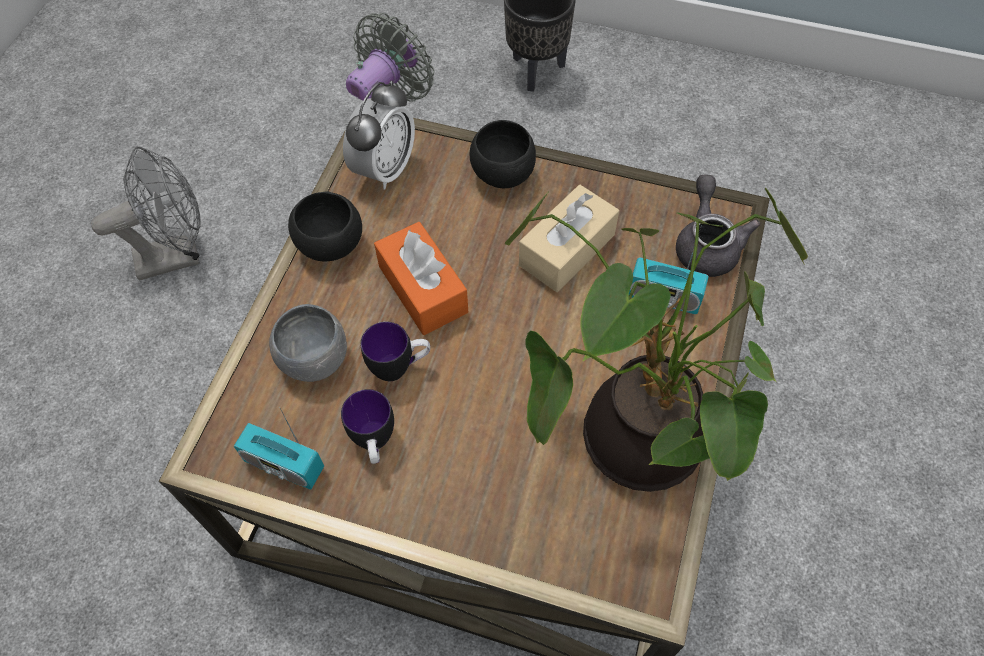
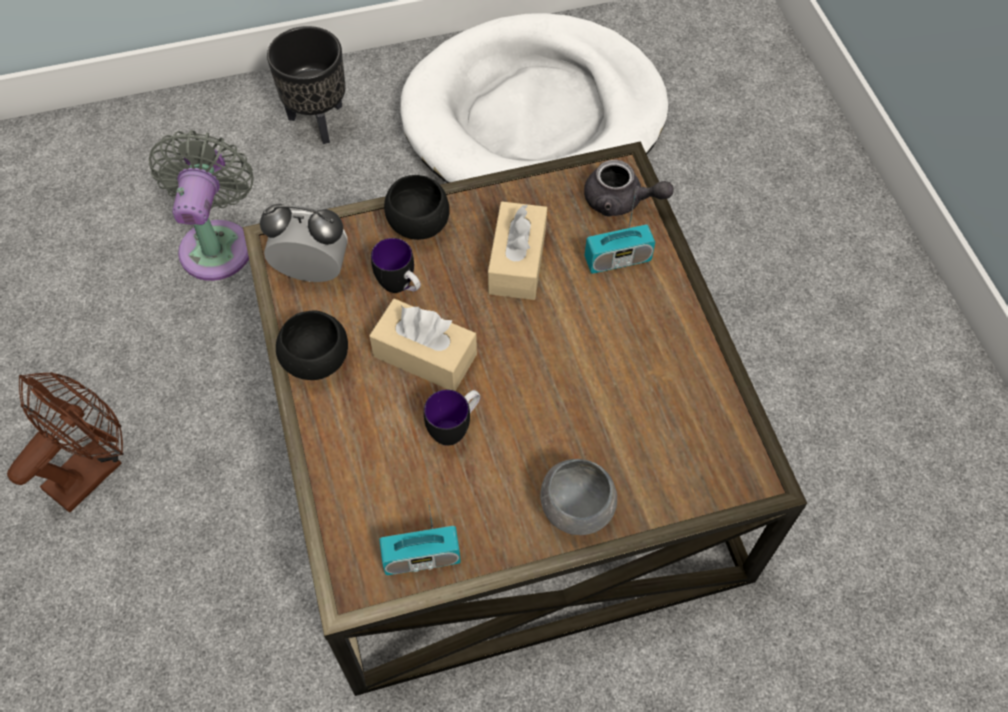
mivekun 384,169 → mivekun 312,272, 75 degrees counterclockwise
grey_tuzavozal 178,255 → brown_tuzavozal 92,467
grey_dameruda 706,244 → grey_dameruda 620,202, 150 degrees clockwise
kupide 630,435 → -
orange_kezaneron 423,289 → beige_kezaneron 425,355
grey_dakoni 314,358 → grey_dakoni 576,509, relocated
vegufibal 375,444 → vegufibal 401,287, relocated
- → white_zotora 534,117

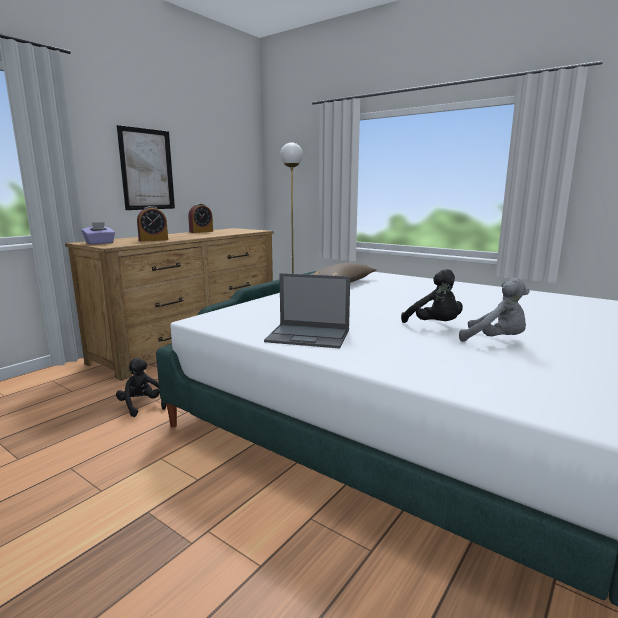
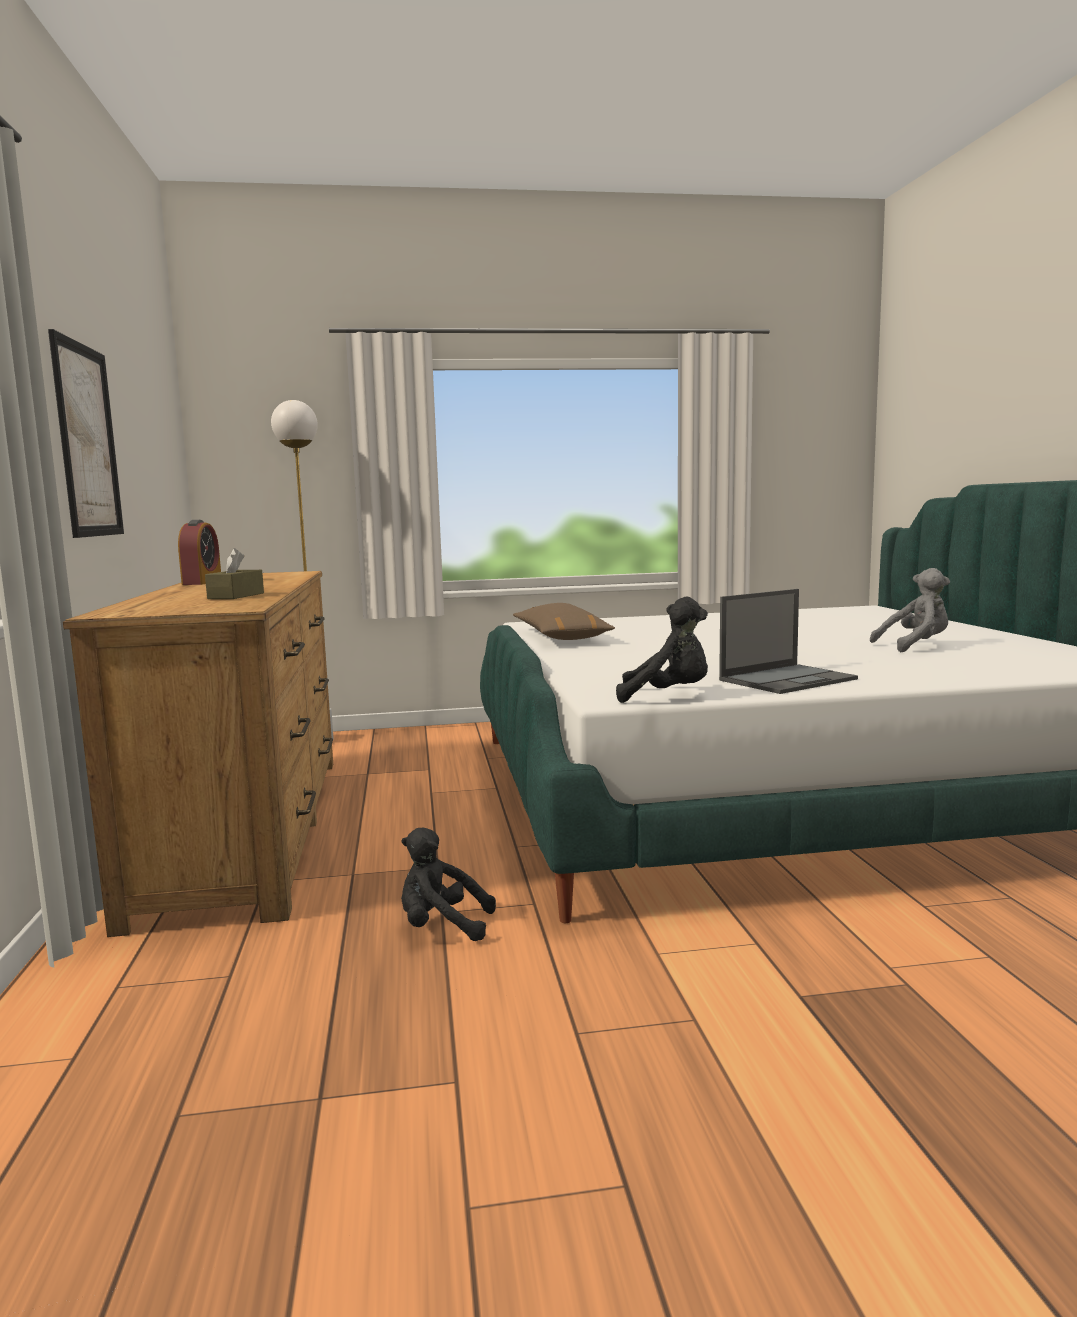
mivekun 153,240 → brown_kezaneron 236,596
purple_kezaneron 100,243 → -
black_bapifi 434,326 → black_bapifi 668,696, relocated

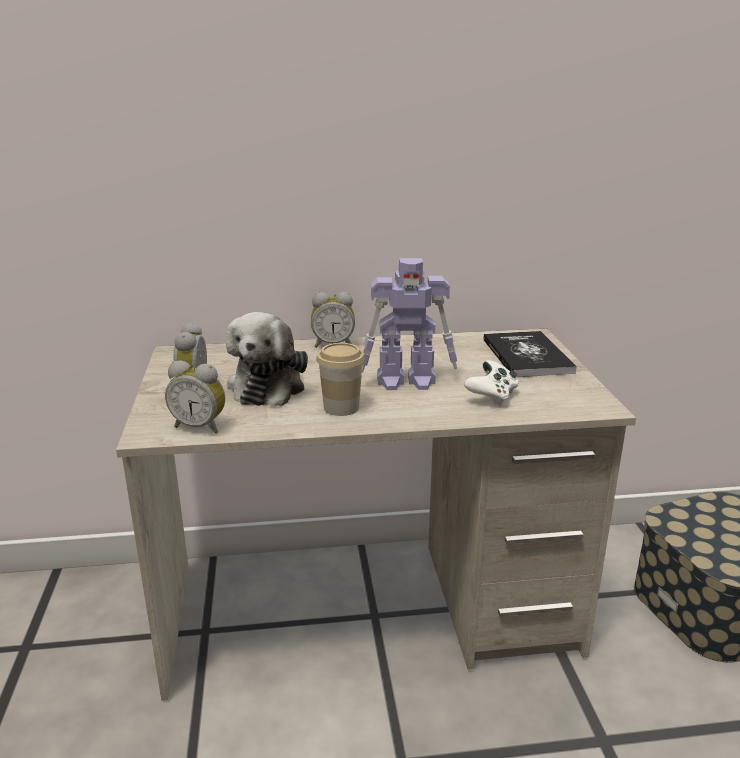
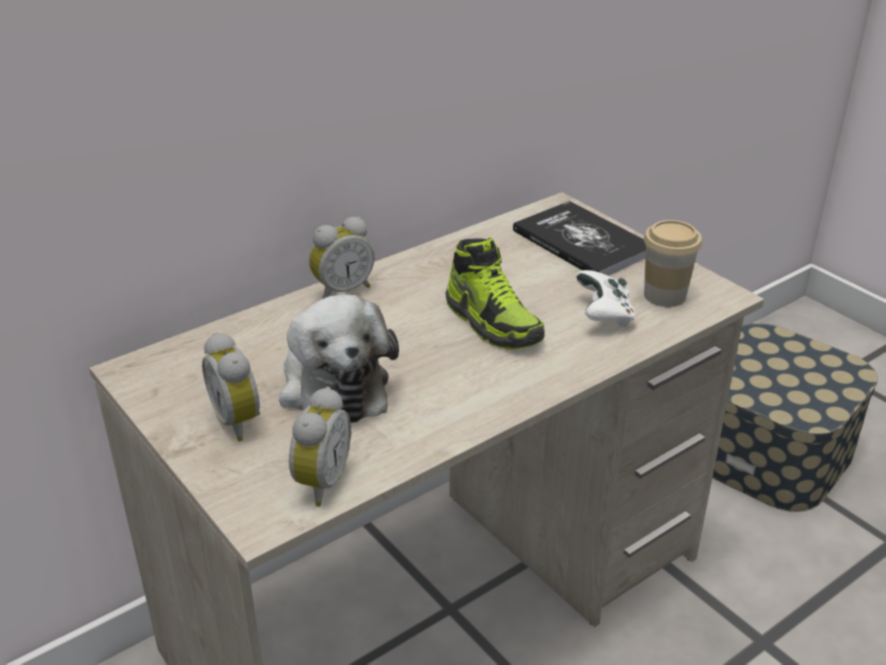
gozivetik 408,381 → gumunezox 493,323
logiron 341,407 → logiron 664,295, relocated
mivekun 200,426 → mivekun 319,482, 60 degrees counterclockwise

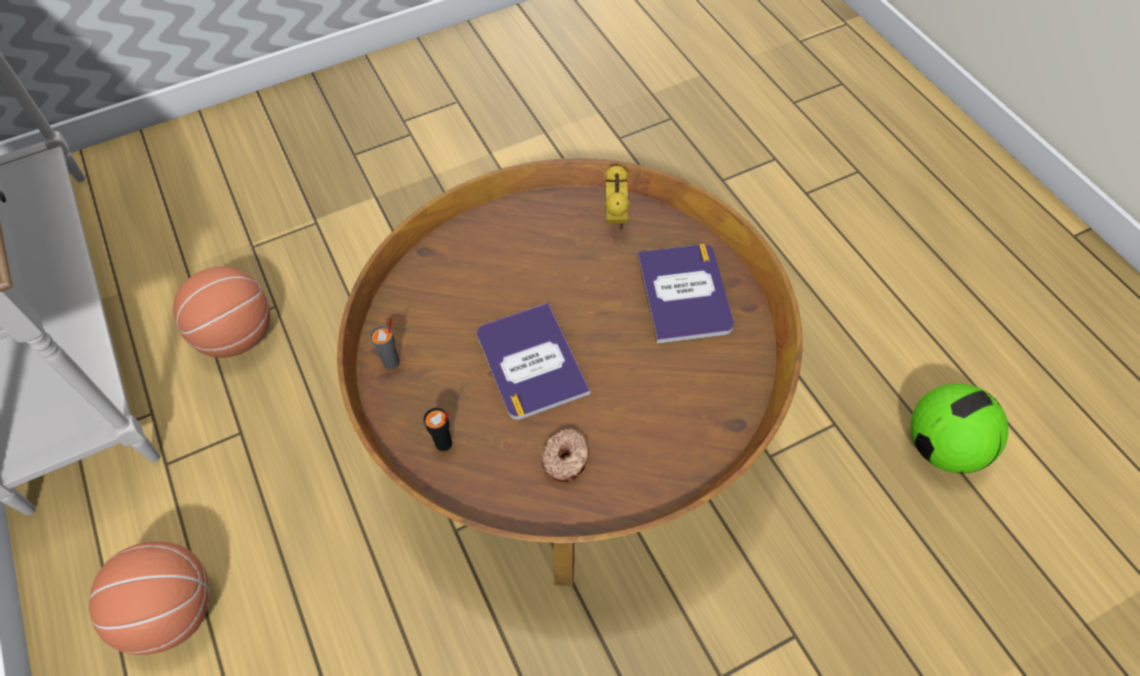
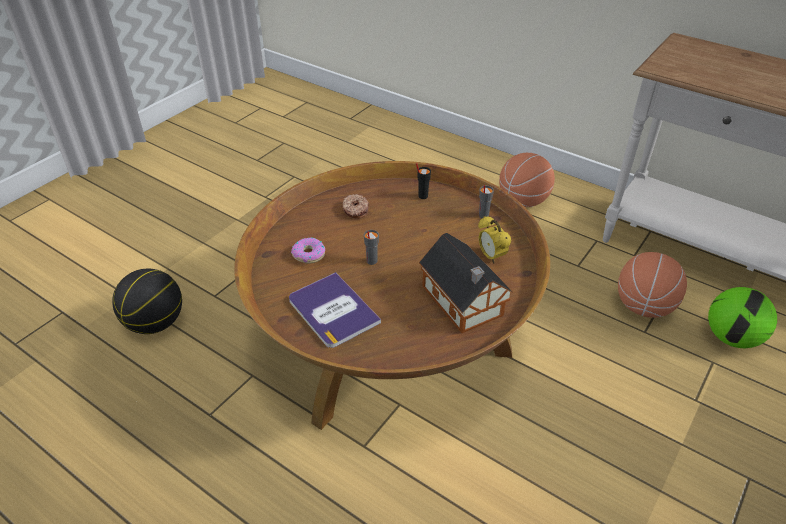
mivekun 616,219 → mivekun 491,257, relocated
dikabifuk 531,362 → -
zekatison 944,447 → zekatison 731,338, relocated
- → grey_logiron 371,261
- → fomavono 463,303
- → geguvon 309,254
- → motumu 155,323

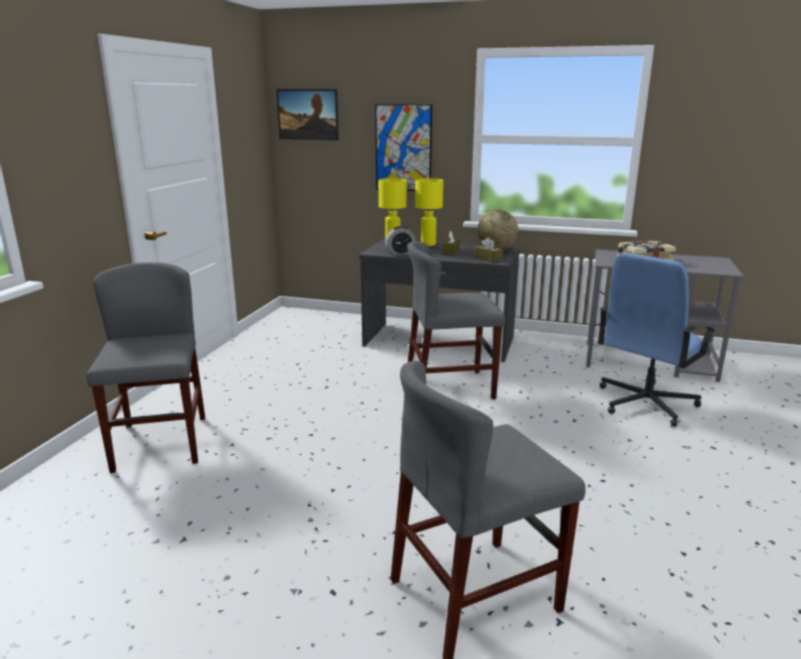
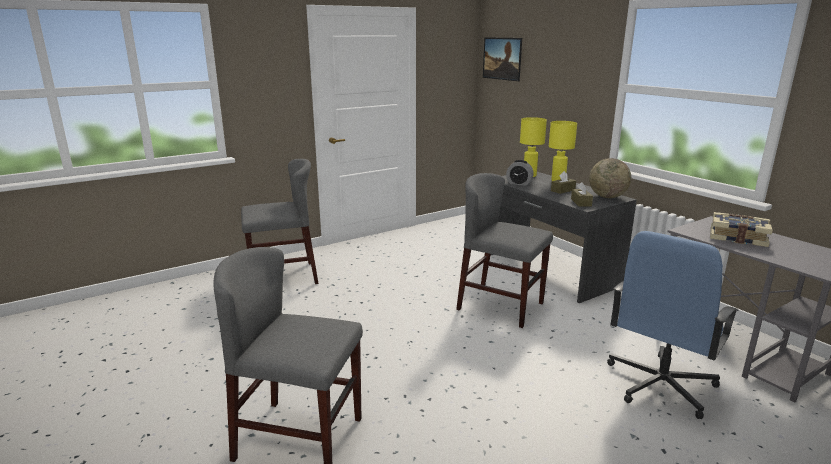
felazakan 403,148 → -
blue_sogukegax 644,403 → blue_sogukegax 659,385, 45 degrees counterclockwise
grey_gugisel 161,443 → grey_gugisel 283,276, 45 degrees clockwise

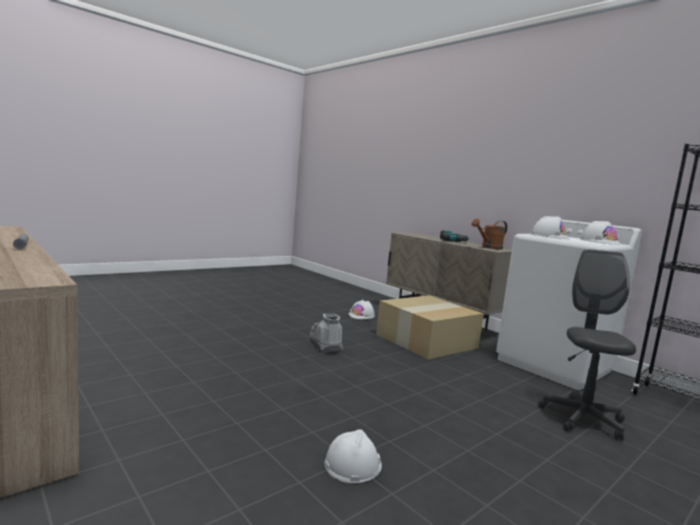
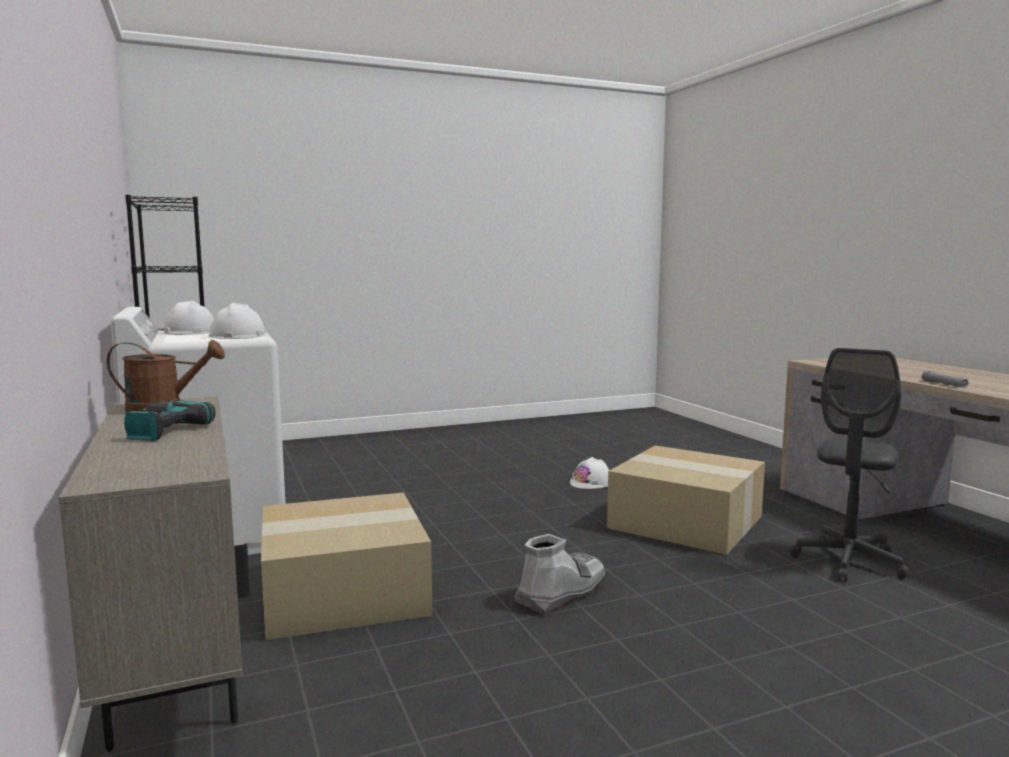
grey_sogukegax 582,419 → grey_sogukegax 848,562, relocated
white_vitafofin 361,315 → -
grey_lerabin 325,343 → grey_lerabin 560,593, 135 degrees counterclockwise
- → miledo 688,521

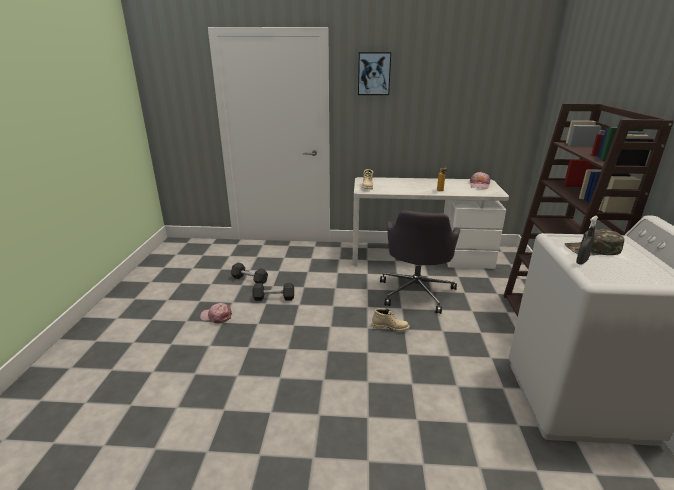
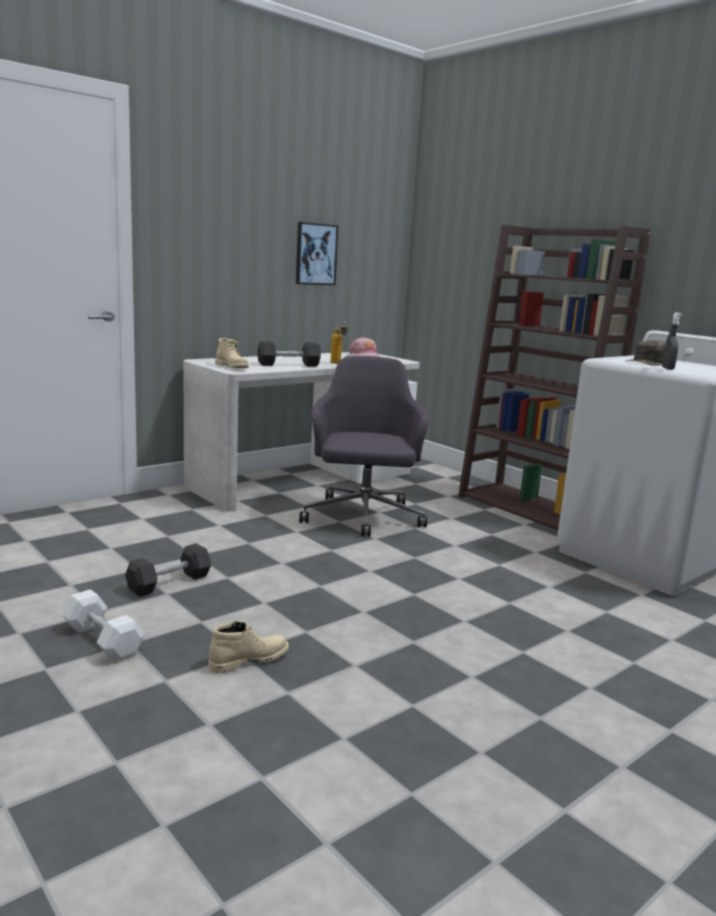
felazakan 374,74 → felazakan 315,254, relocated
grey_sogukegax 416,291 → grey_sogukegax 363,517, 150 degrees counterclockwise
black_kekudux 249,279 → black_kekudux 288,365, relocated
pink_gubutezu 216,316 → white_kekudux 103,640
beige_lerabin 390,327 → beige_lerabin 248,660, relocated

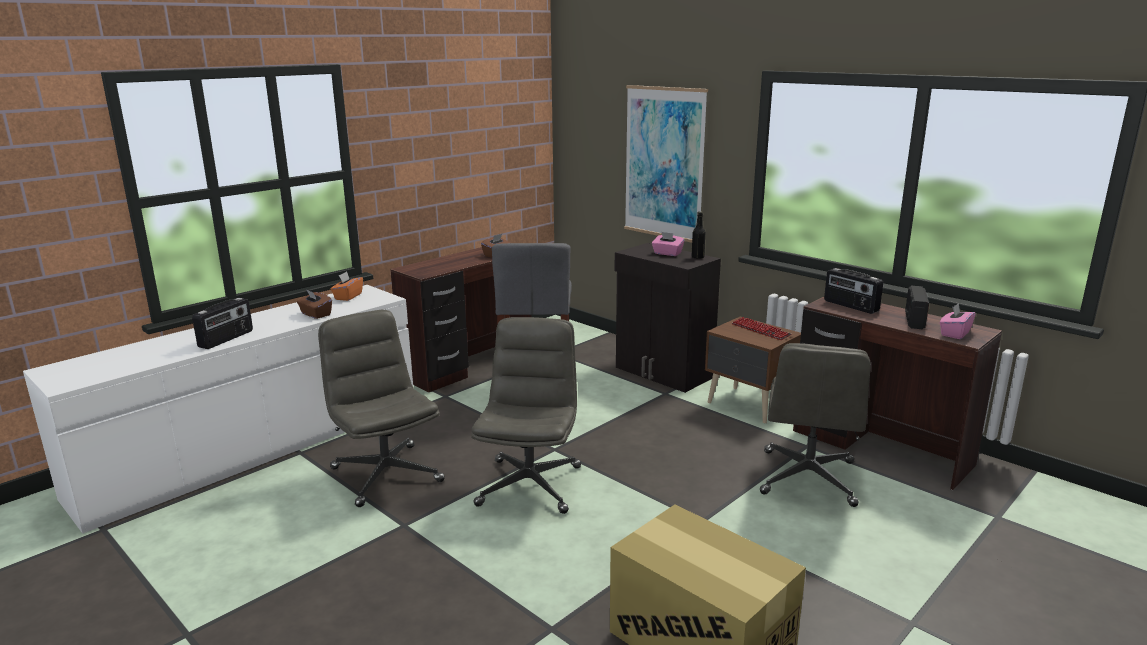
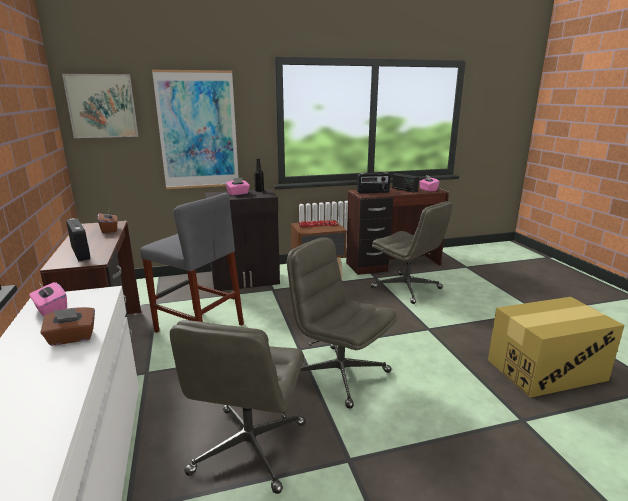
orange_kezaneron 348,296 → pink_kezaneron 51,310
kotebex 226,339 → kotebex 81,253, relocated
grey_sogukegax 386,474 → grey_sogukegax 249,449, 75 degrees counterclockwise
- → felazakan 102,106

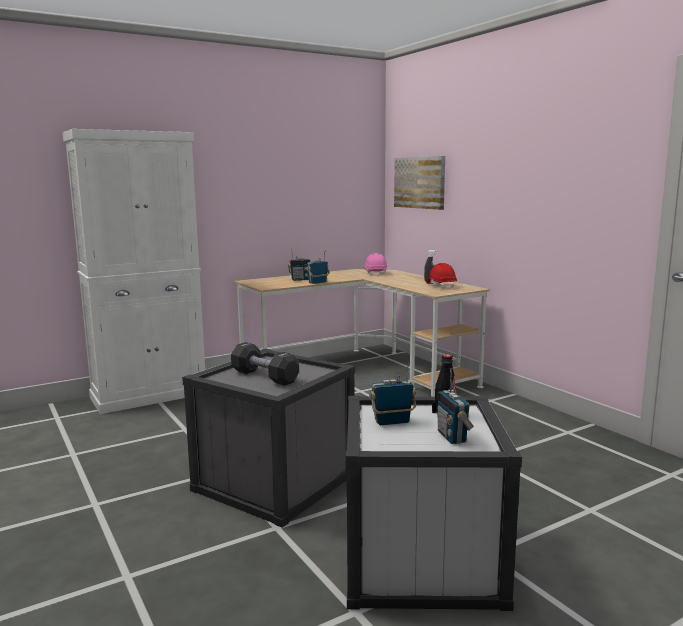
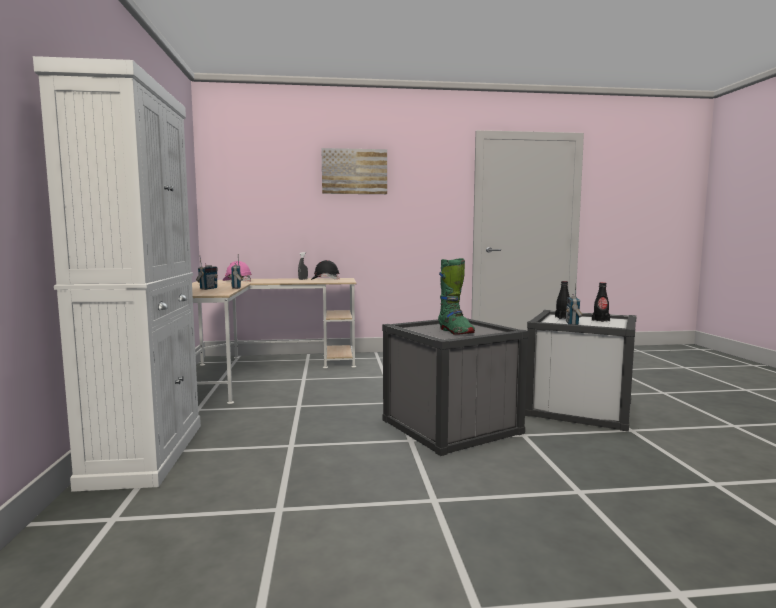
felazakan 420,182 → felazakan 354,171, relocated
red_vitafofin 441,286 → black_vitafofin 325,279
black_kekudux 265,377 → green_lerabin 455,332
kotebex 452,437 → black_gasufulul 600,320

